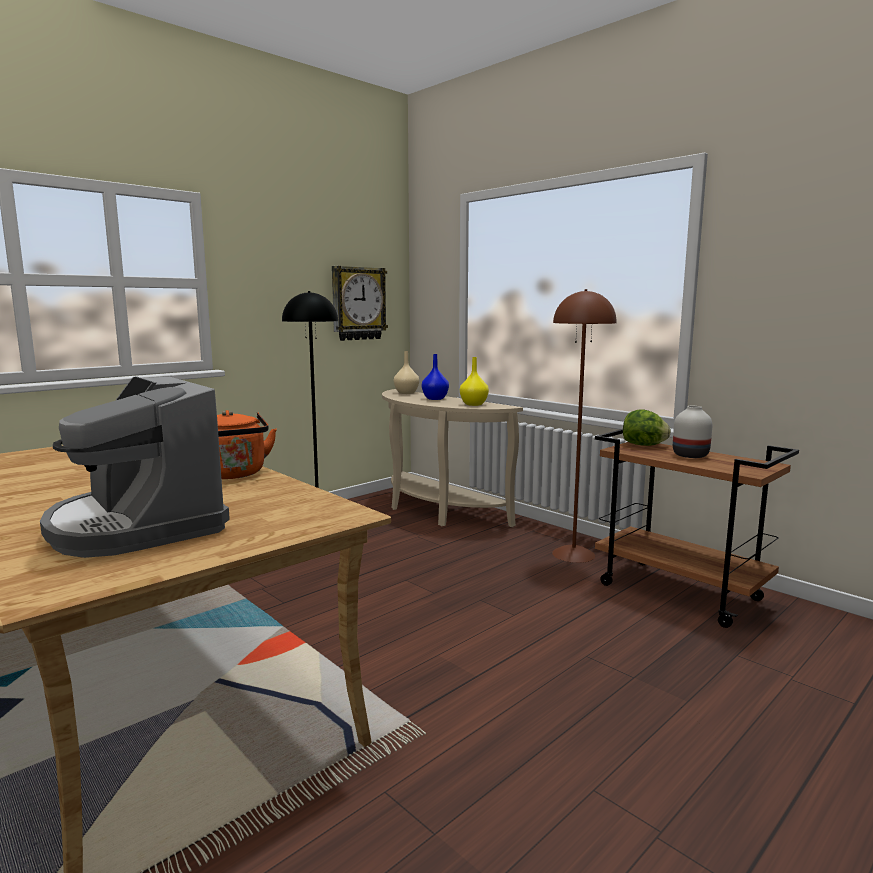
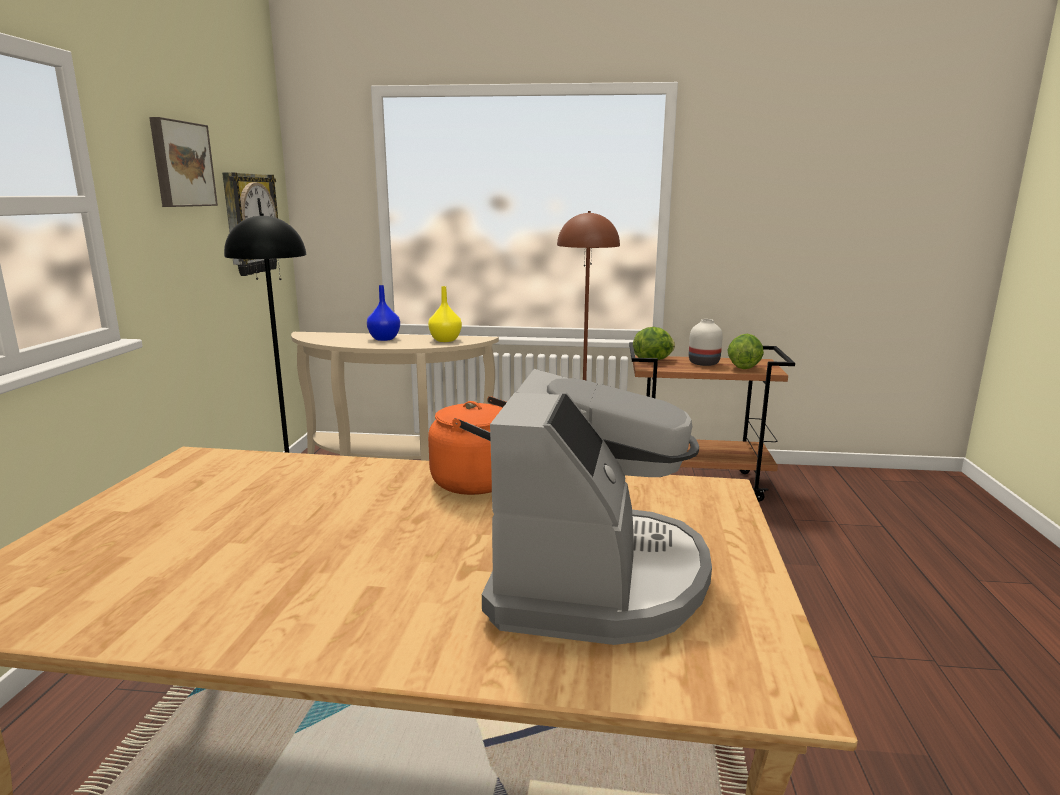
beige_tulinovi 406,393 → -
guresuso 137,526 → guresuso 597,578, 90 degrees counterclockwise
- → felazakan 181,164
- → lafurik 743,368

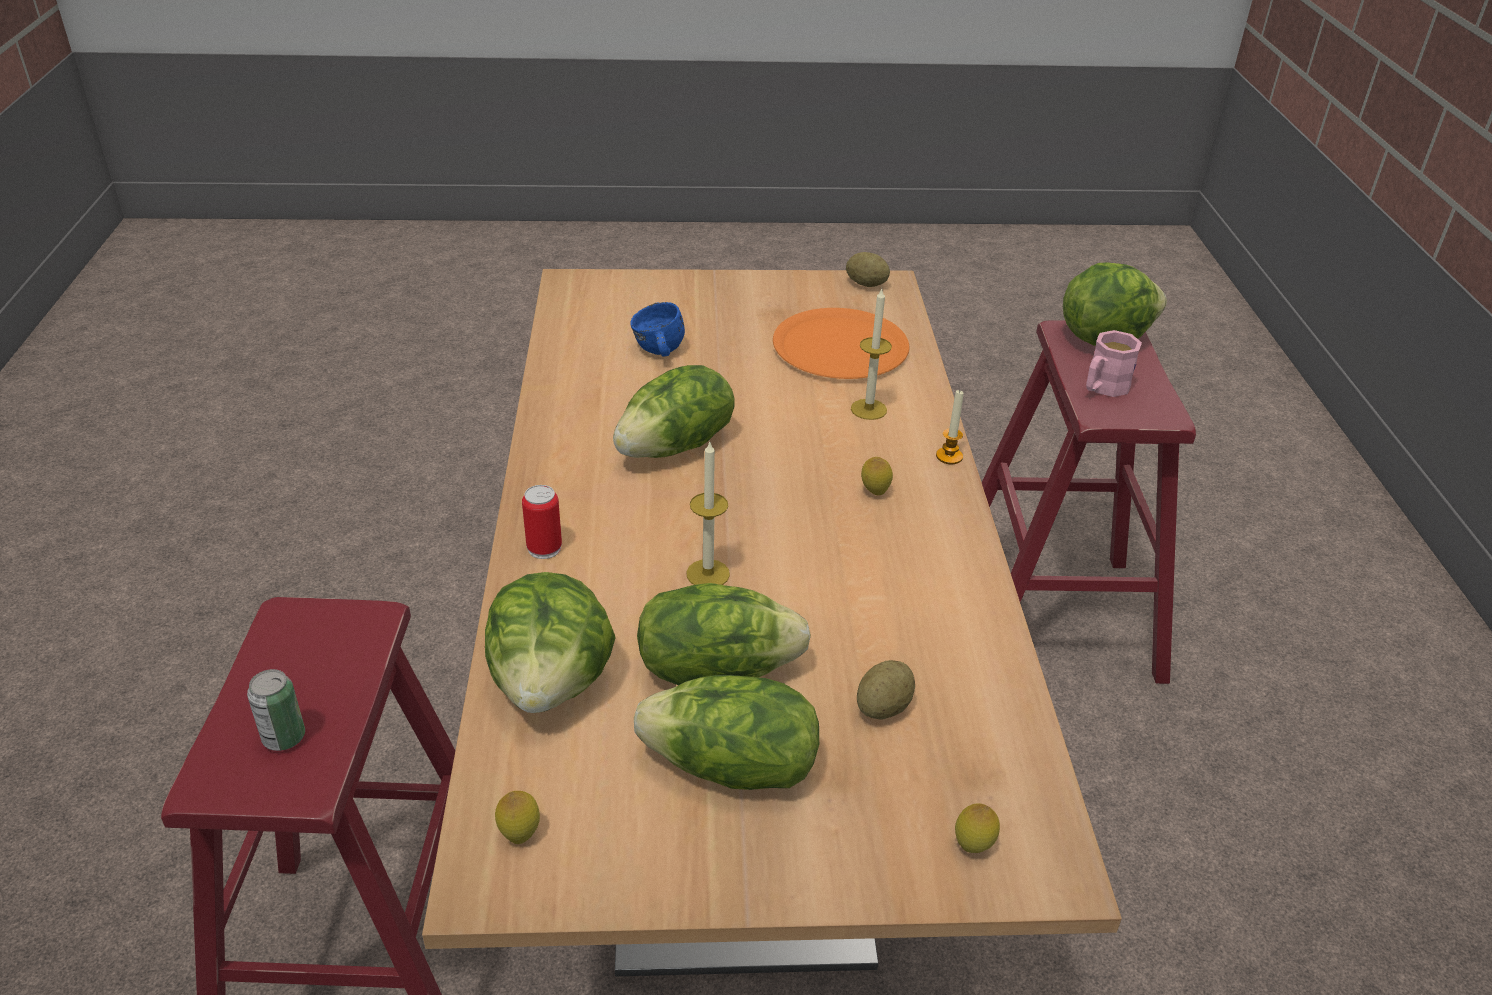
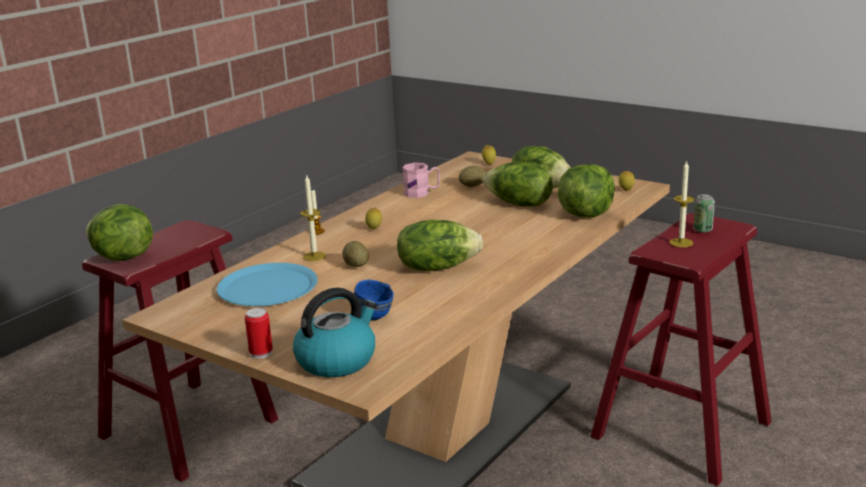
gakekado 866,284 → gakekado 356,265, relocated
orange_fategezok 840,347 → blue_fategezok 268,287
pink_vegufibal 1102,388 → pink_vegufibal 422,193, relocated
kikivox 708,574 → kikivox 681,242, relocated
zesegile 544,548 → zesegile 261,353, relocated
- → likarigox 337,360

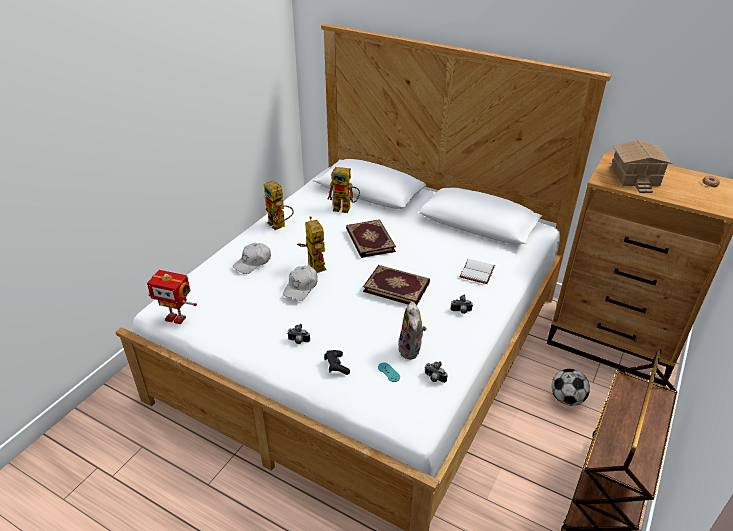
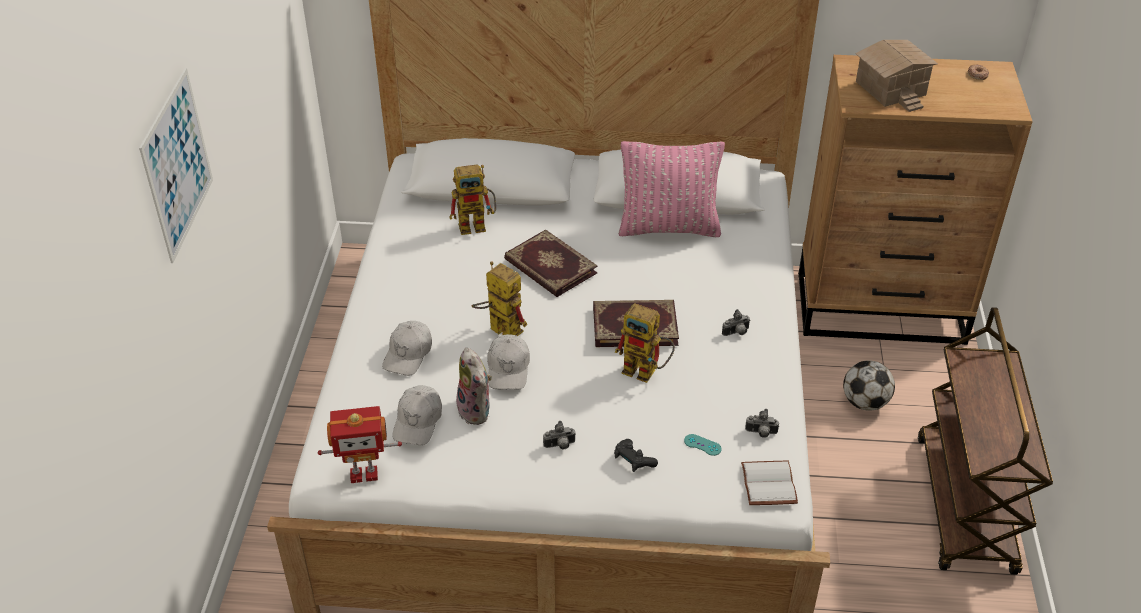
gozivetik 280,226 → gozivetik 646,372, relocated
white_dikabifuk 478,273 → white_dikabifuk 770,485, relocated
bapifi 411,350 → bapifi 477,411, relocated
- → felazakan 177,165
- → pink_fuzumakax 668,228
- → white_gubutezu 418,421

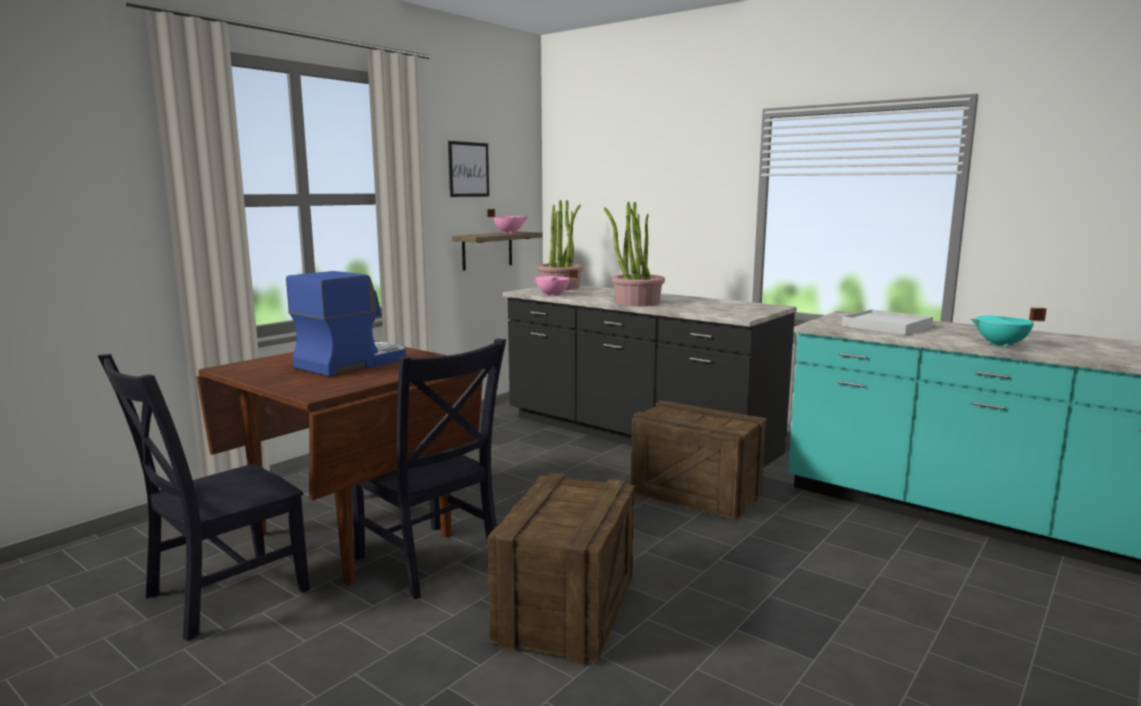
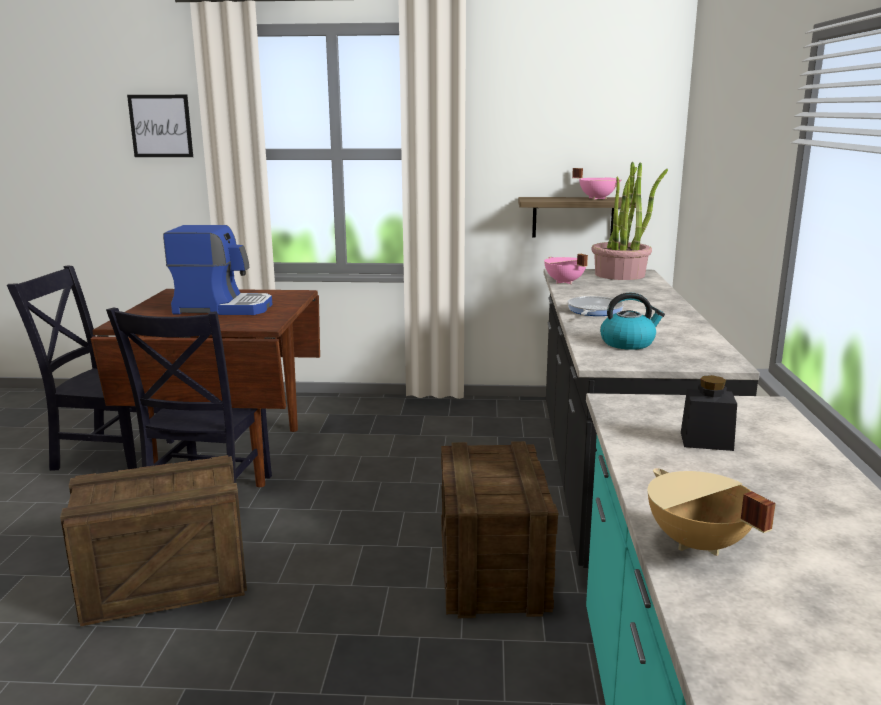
felazakan 468,169 → felazakan 161,126, relocated
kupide 636,302 → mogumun 593,311
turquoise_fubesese 1002,345 → beige_fubesese 697,544
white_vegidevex 886,326 → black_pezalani 706,441
- → likarigox 628,343

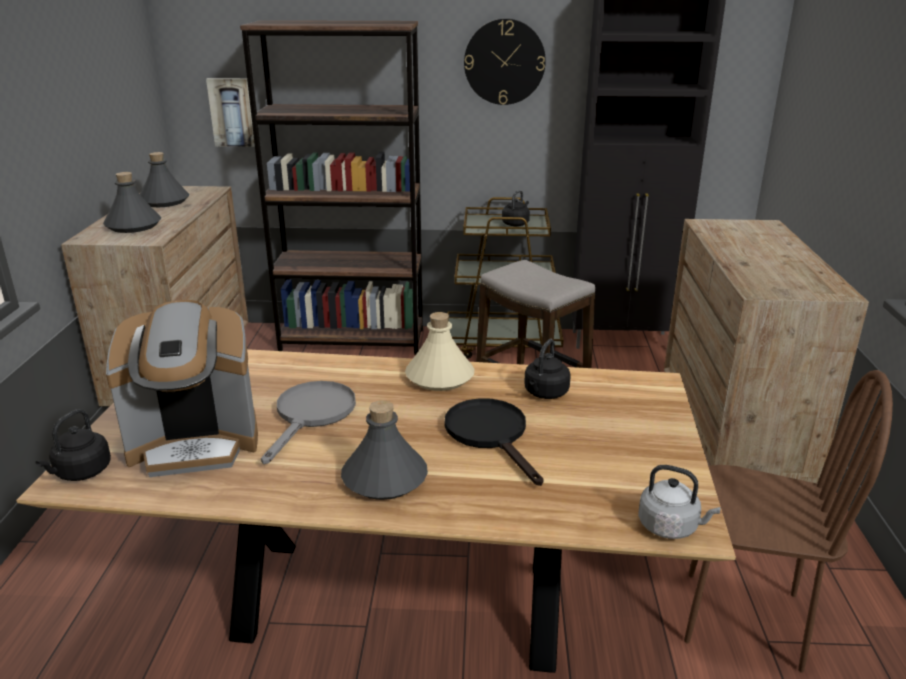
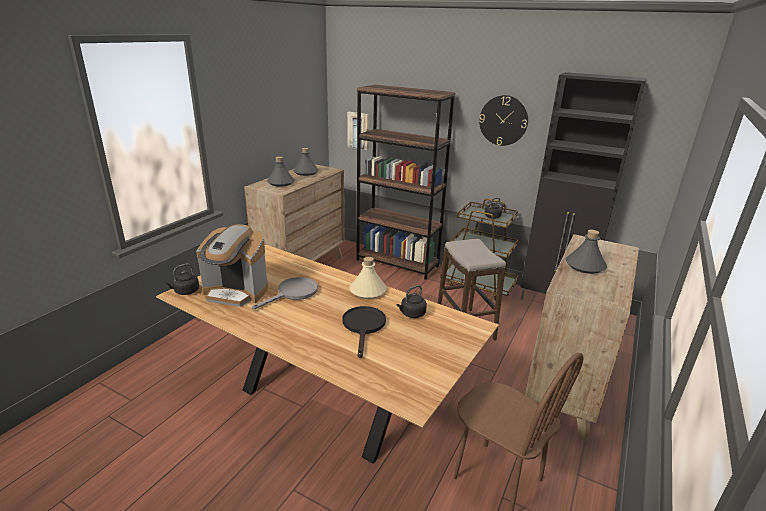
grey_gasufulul 384,479 → grey_gasufulul 584,266, relocated
grey_likarigox 671,527 → -

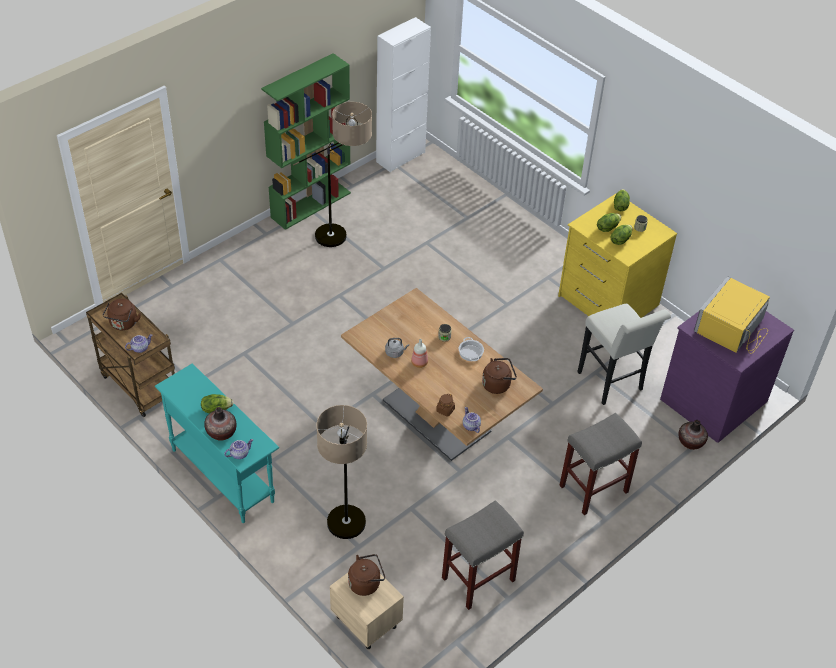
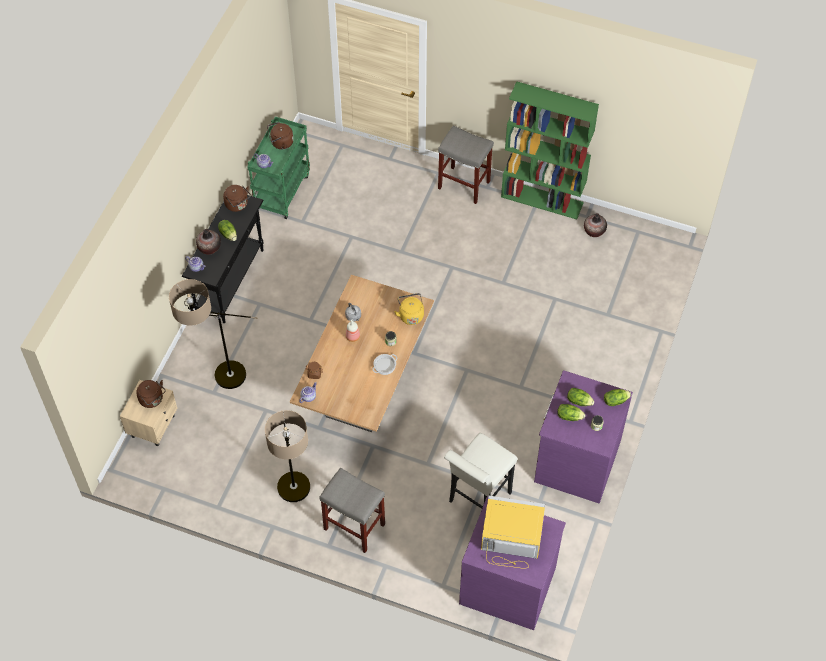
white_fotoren 400,157 → -
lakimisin 343,239 → lakimisin 295,499, relocated
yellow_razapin 607,301 → purple_razapin 576,461
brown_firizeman 138,385 → green_firizeman 281,191
brown_likarigox 498,384 → brown_likarigox 237,205, relocated
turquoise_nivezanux 222,475 → black_nivezanux 230,281
tulinovi 690,442 → tulinovi 594,231, relocated
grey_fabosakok 478,580 → grey_fabosakok 463,185, relocated
- → yellow_likarigox 410,315

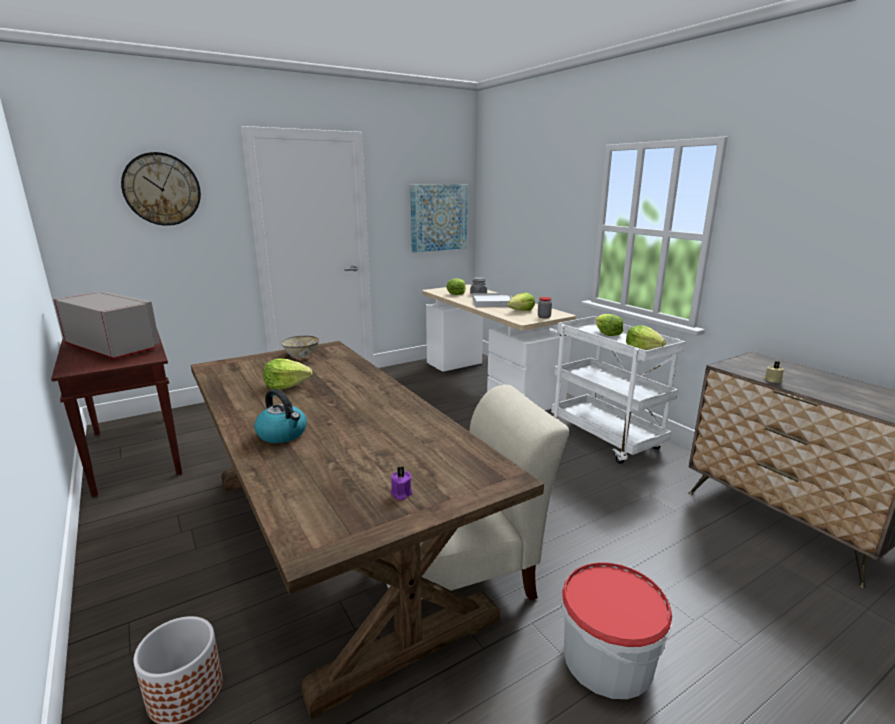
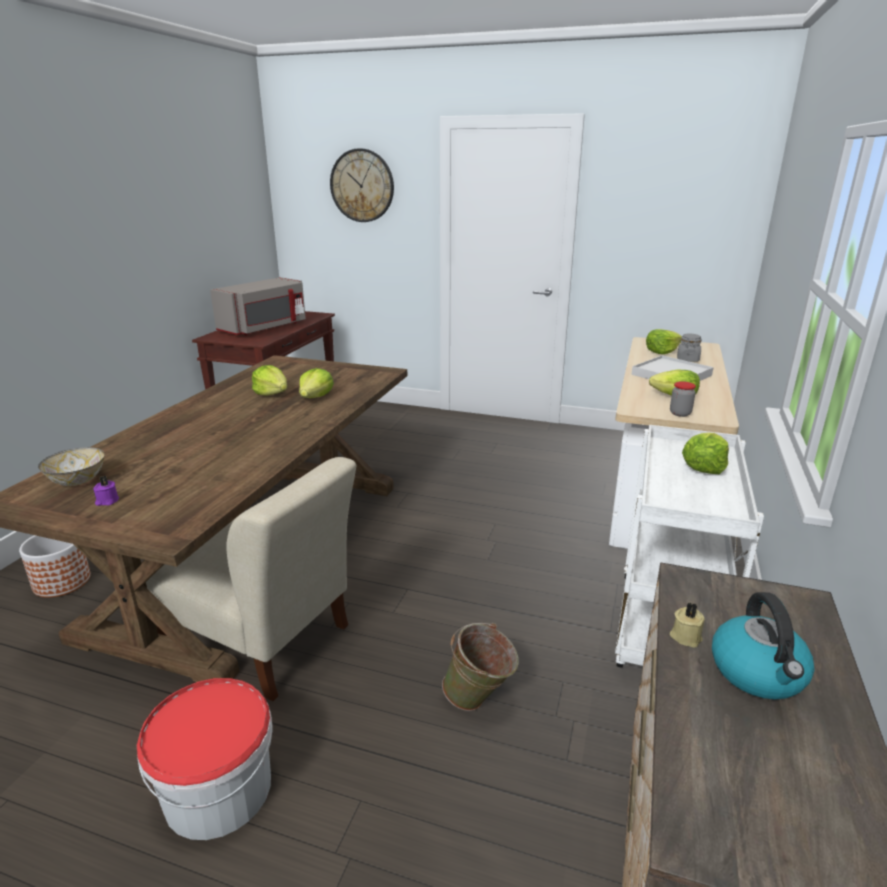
felazakan 438,217 → -
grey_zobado 114,348 → grey_zobado 265,327, 45 degrees clockwise
lafurik 643,349 → lafurik 315,397, relocated
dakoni 301,355 → dakoni 76,481, relocated
likarigox 283,434 → likarigox 758,673, relocated
- → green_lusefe 479,700

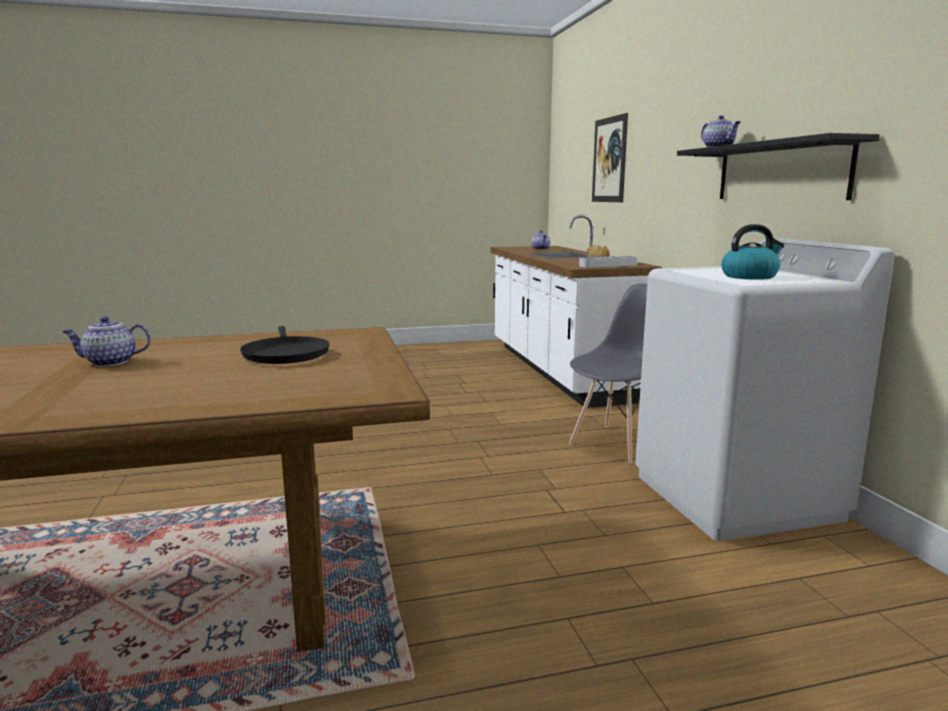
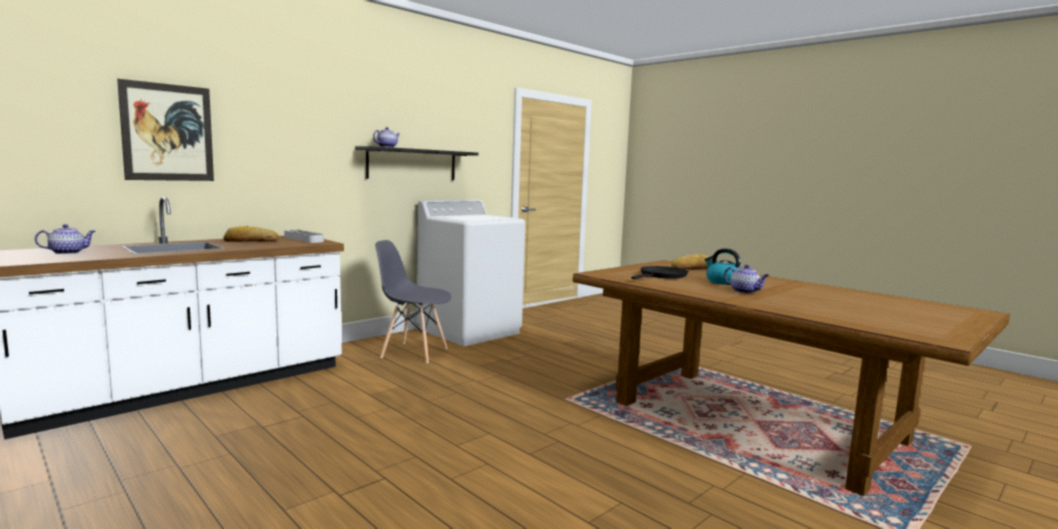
likarigox 750,276 → likarigox 723,282, relocated
- → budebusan 693,269

